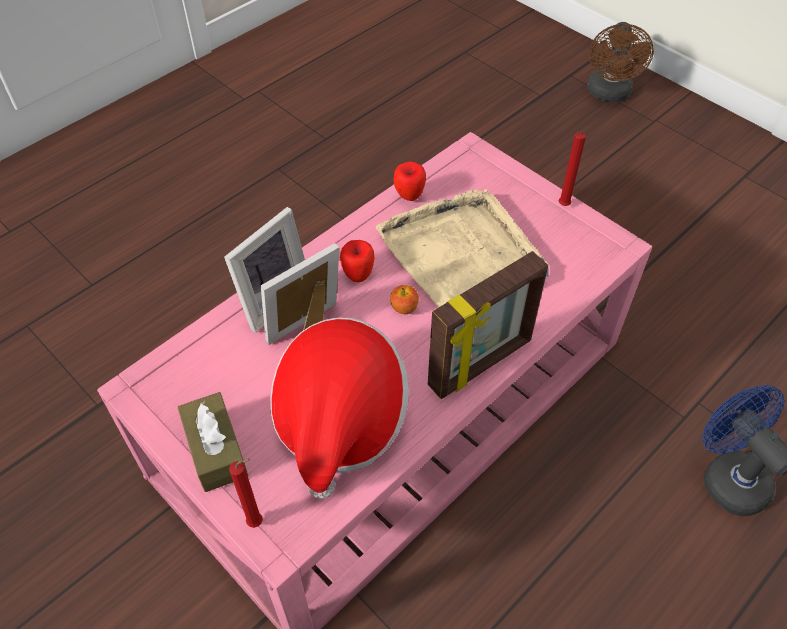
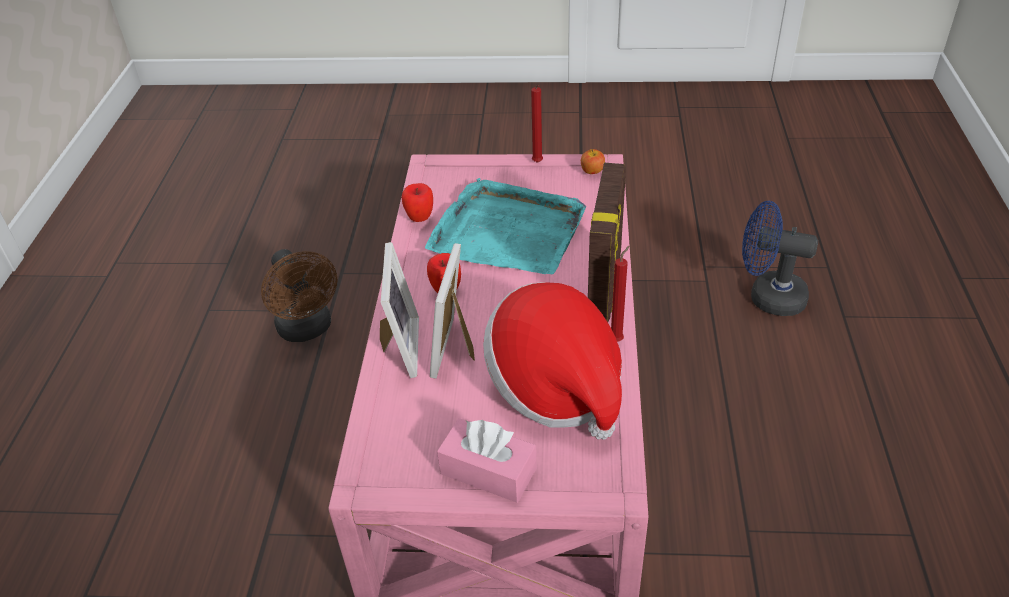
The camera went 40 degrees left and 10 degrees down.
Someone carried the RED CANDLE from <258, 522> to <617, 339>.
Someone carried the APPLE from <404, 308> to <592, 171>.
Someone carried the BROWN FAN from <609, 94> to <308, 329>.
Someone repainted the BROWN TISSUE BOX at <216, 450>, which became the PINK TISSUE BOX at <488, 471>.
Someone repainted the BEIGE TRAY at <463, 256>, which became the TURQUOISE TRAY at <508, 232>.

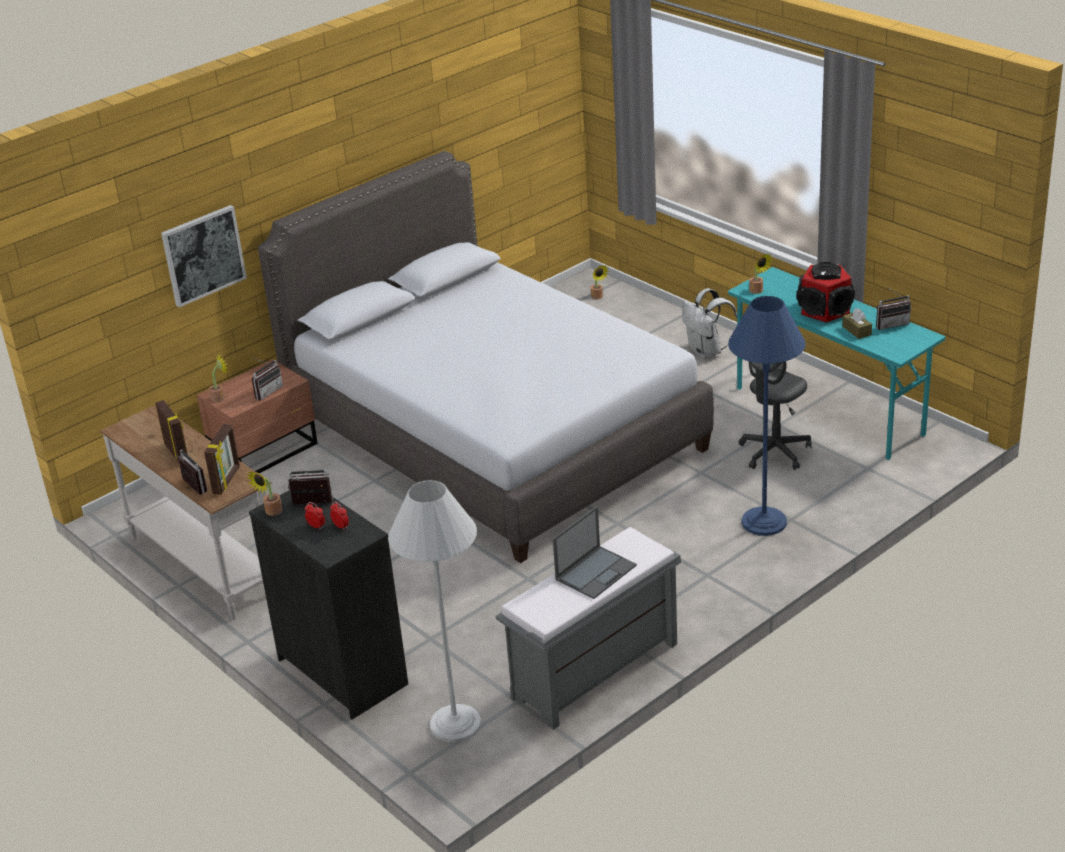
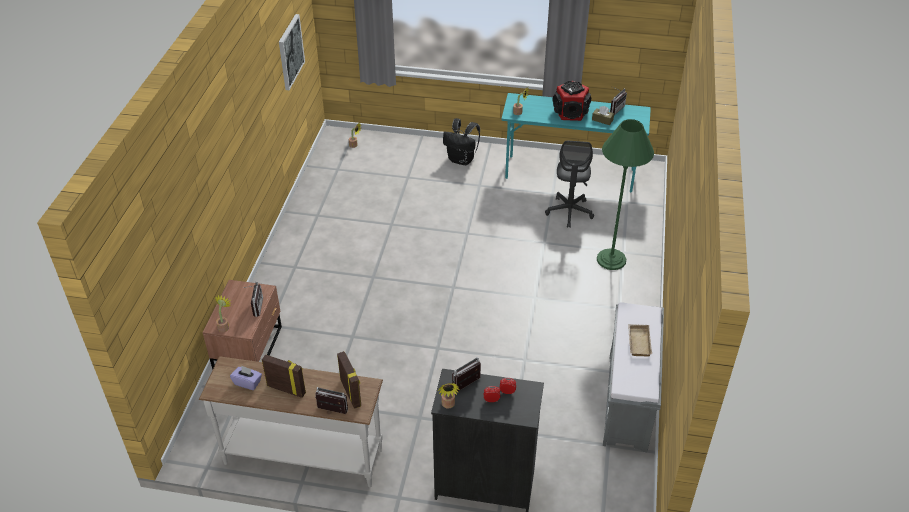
The camera went 40 degrees left and 10 degrees up.
Someone took away the GREY BED at <494, 434>.
Someone took away the WHITE FLOOR LAMP at <455, 724>.
Someone put down the PURPLE TISSUE BOX at <247, 382>.
Someone carried the PICTURE from <203, 255> to <290, 52>.
Someone swapped the LAPTOP at <596, 572> for the BEIGE TRAY at <638, 342>.
Someone repainted the WHITE BACKPACK at <707, 352>, which became the BLACK BACKPACK at <462, 160>.
Someone repainted the BLUE FLOOR LAMP at <764, 522>, which became the GREEN FLOOR LAMP at <611, 259>.

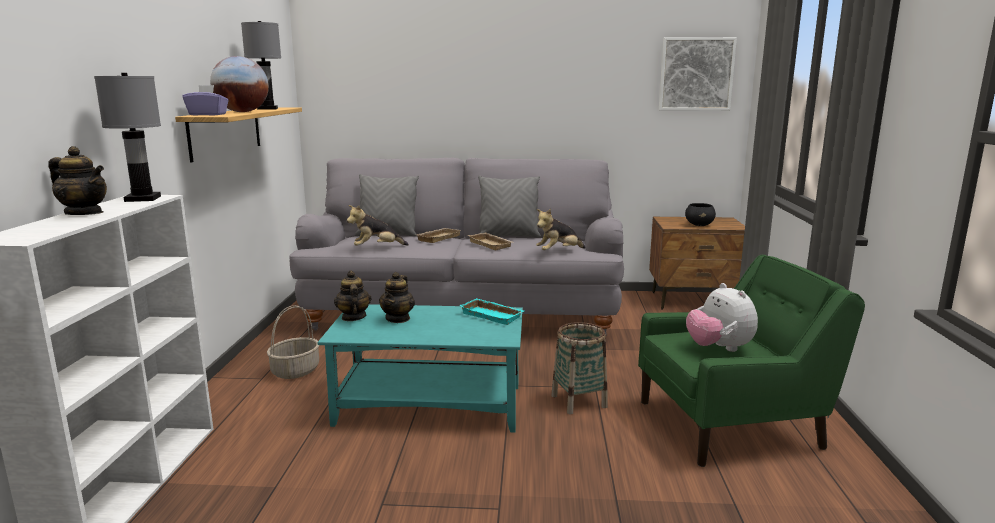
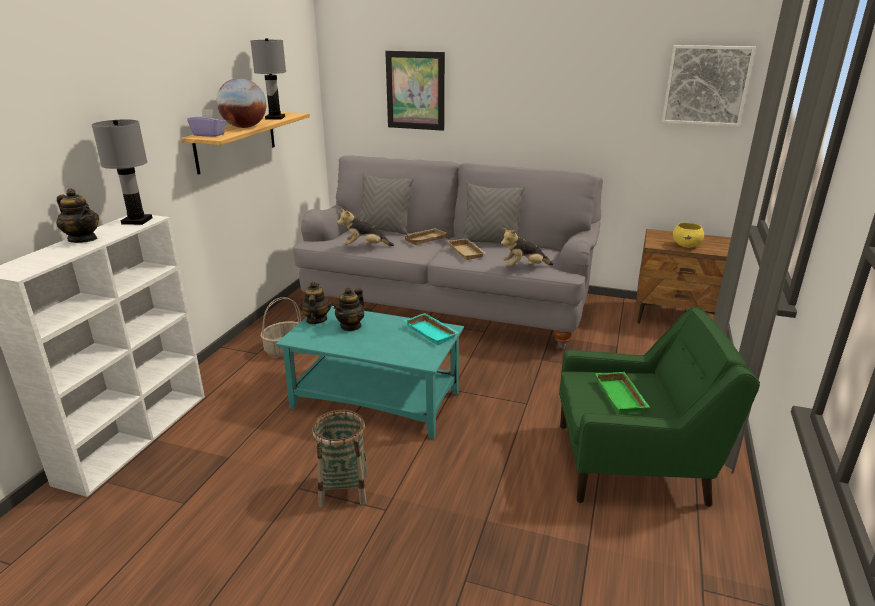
The camera went 15 degrees right and 10 degrees up.
Someone put up the PICTURE at <415, 90>.
Someone carried the BASKET from <578, 401> to <344, 490>.
Someone swapped the PLUSH TOY at <719, 348> for the GREEN TRAY at <622, 397>.
Someone repainted the BLACK BOWL at <699, 225>, which became the YELLOW BOWL at <686, 246>.

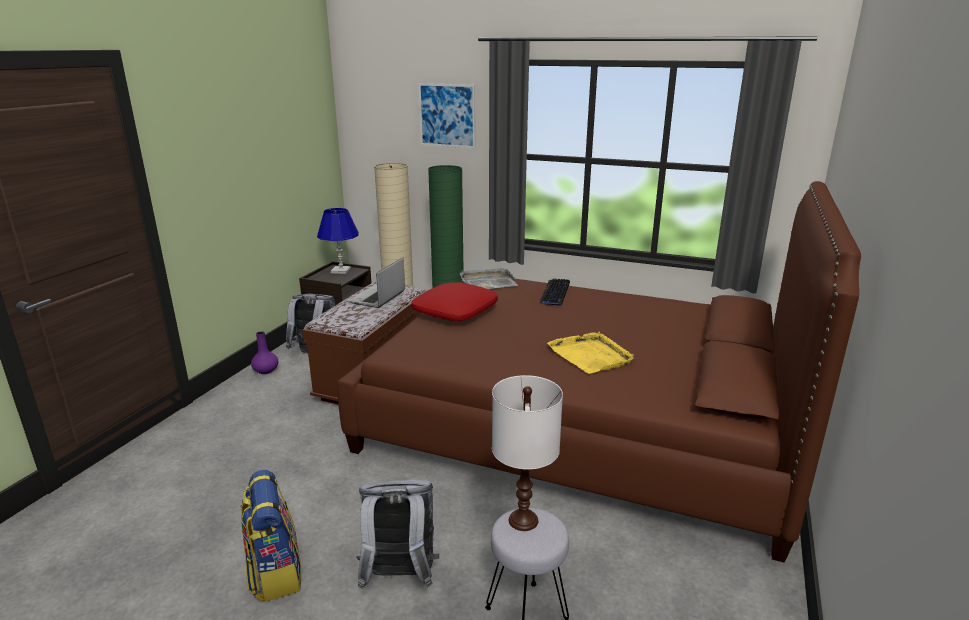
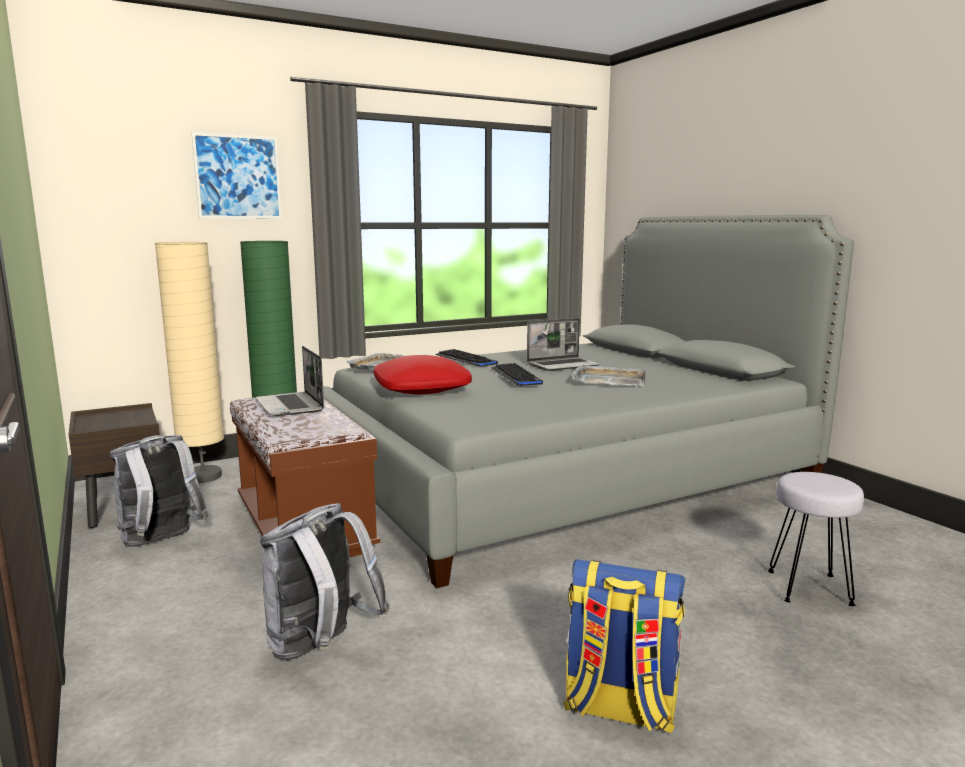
The camera went 50 degrees left and 10 degrees down.
Someone took away the PURPLE VASE at <265, 370>.
Someone took away the BLUE TABLE LAMP at <341, 270>.
Someone took away the WHITE TABLE LAMP at <523, 520>.
Someone put down the KEYBOARD at <516, 376>.
Someone put down the LAPTOP at <563, 365>.
Someone carried the GREY BACKPACK from <399, 577> to <321, 648>.
Someone repainted the BROWN BED at <581, 419>, which became the GREY BED at <560, 475>.
Someone repainted the YELLOW TRAY at <591, 355>, which became the GREY TRAY at <608, 380>.

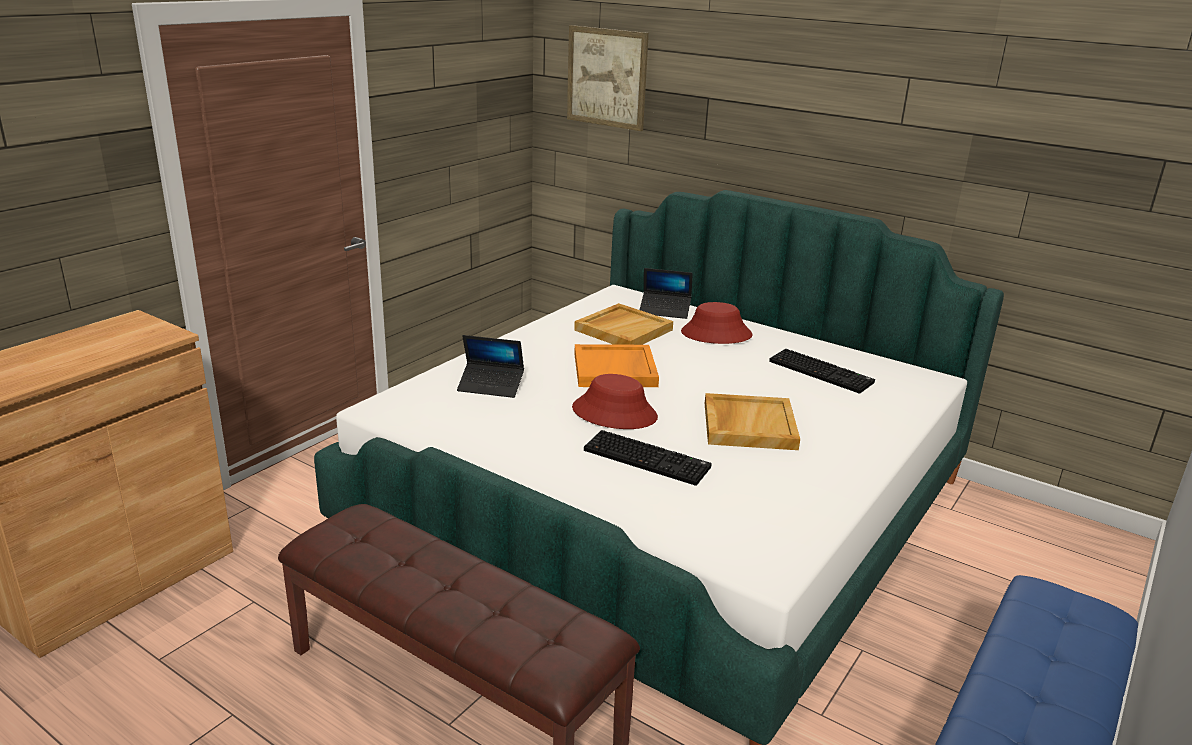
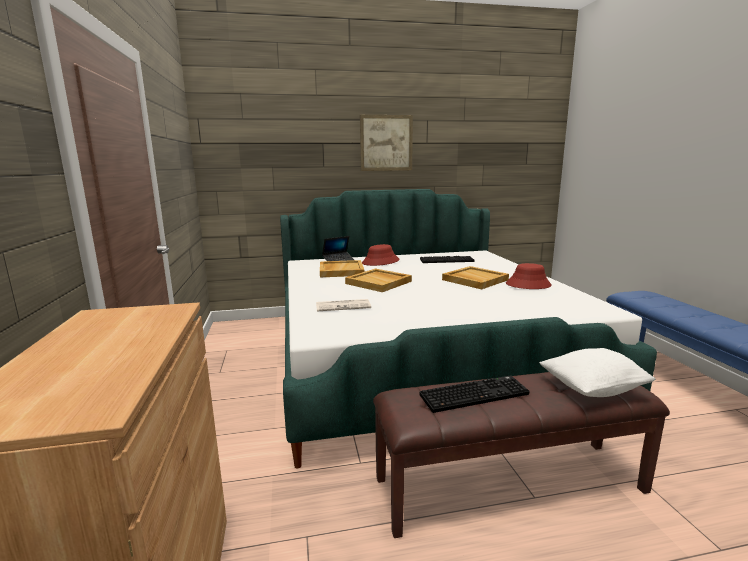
The camera went 45 degrees left and 10 degrees down.
Someone put down the WHITE PILLOW at <592, 389>.
Someone carried the PICTURE from <606, 77> to <386, 143>.
Someone carried the RED HAT from <614, 413> to <528, 285>.
Someone carried the KEYBOARD from <648, 458> to <474, 394>.
Someone swapped the LAPTOP at <491, 386> for the NEWSPAPER at <343, 306>.
Someone repainted the ORANGE TRAY at <615, 370>, which became the BEIGE TRAY at <379, 282>.

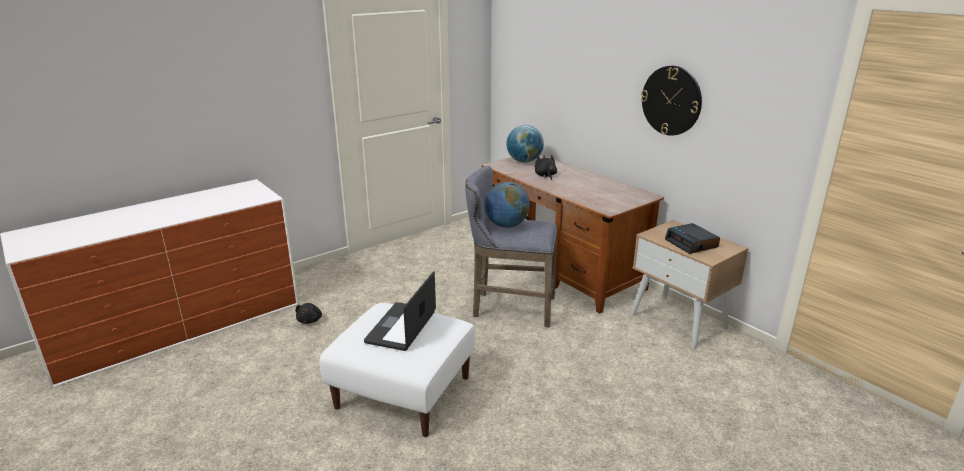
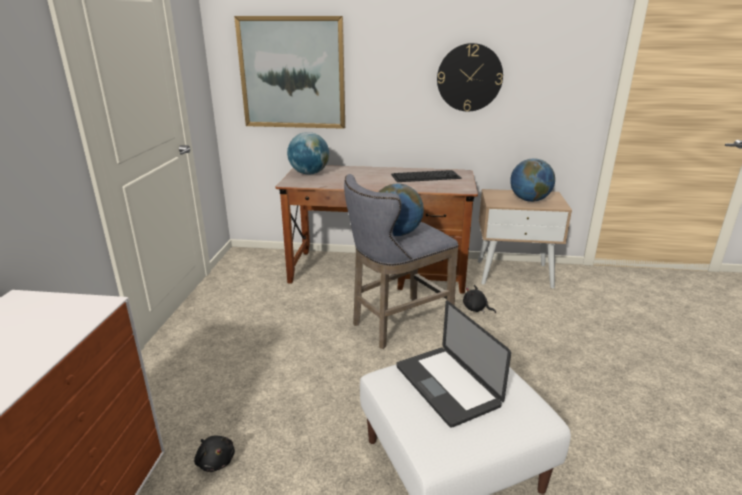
The camera went 45 degrees left and 0 degrees up.
Someone put up the PICTURE at <292, 73>.
Someone put down the KEYBOARD at <426, 176>.
Someone carried the BLACK PLUSH TOY from <545, 176> to <476, 309>.
Someone swapped the ALARM CLOCK at <692, 244> for the GLOBE at <529, 200>.

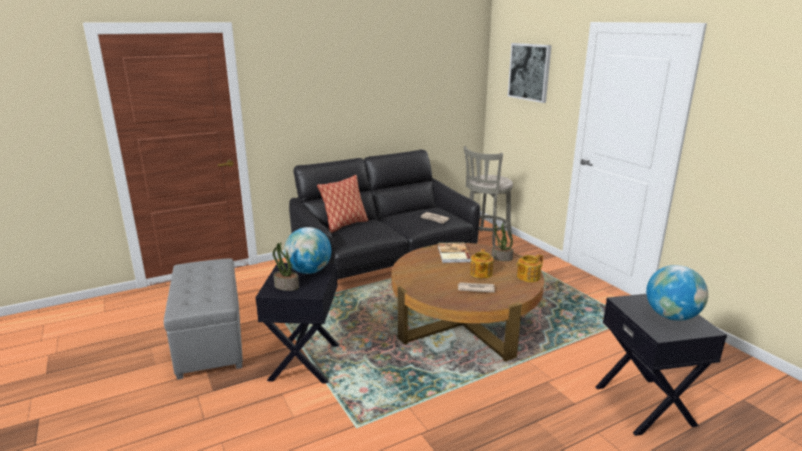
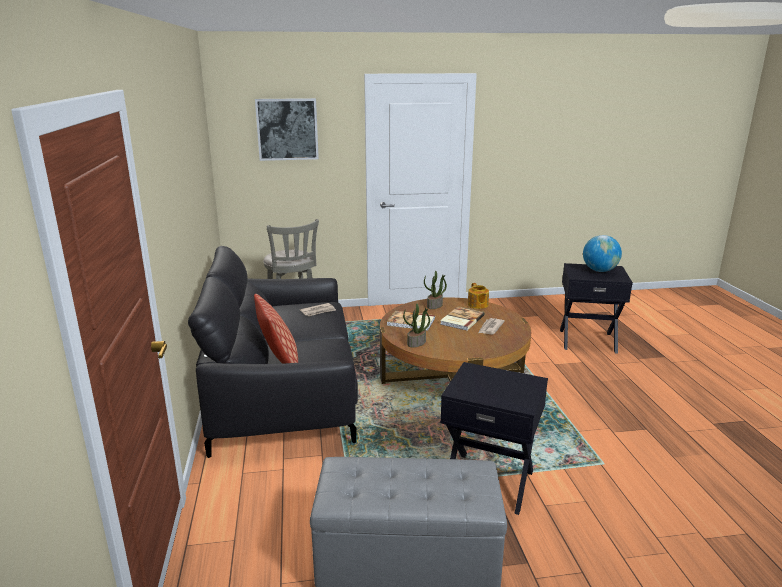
The camera went 70 degrees left and 0 degrees up.
Someone took away the GLOBE at <309, 271>.
Someone carried the POTTED PLANT from <286, 286> to <416, 343>.
Someone swapped the TEAPOT at <480, 273> for the BOOK at <461, 320>.

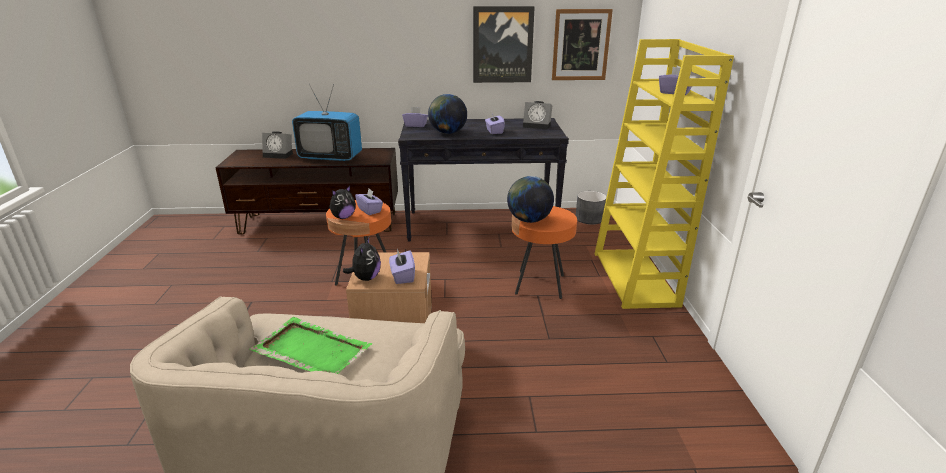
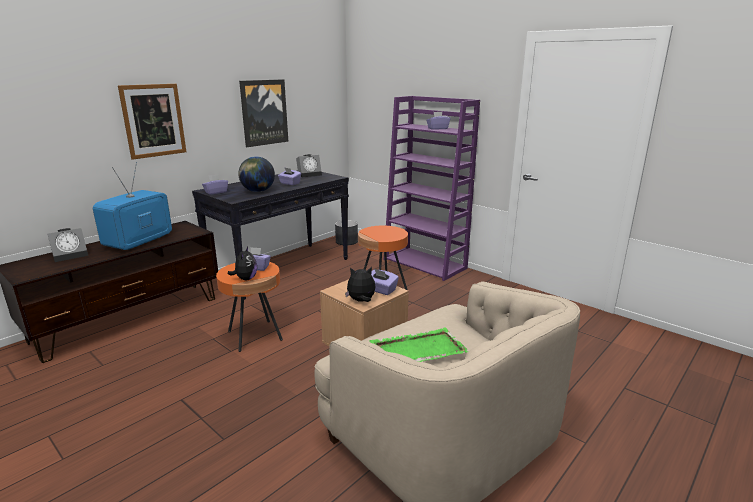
The camera went 45 degrees left and 5 degrees down.
Someone took away the GLOBE at <529, 220>.
Someone carried the PICTURE from <581, 45> to <153, 120>.
Someone repainted the YELLOW BOOKCASE at <636, 279>, which became the PURPLE BOOKCASE at <425, 264>.
Someone rotated the TELEVISION at <330, 157> by 150 degrees clockwise.
Someone rotated the PLUSH TOY at <365, 278> by 60 degrees counterclockwise.

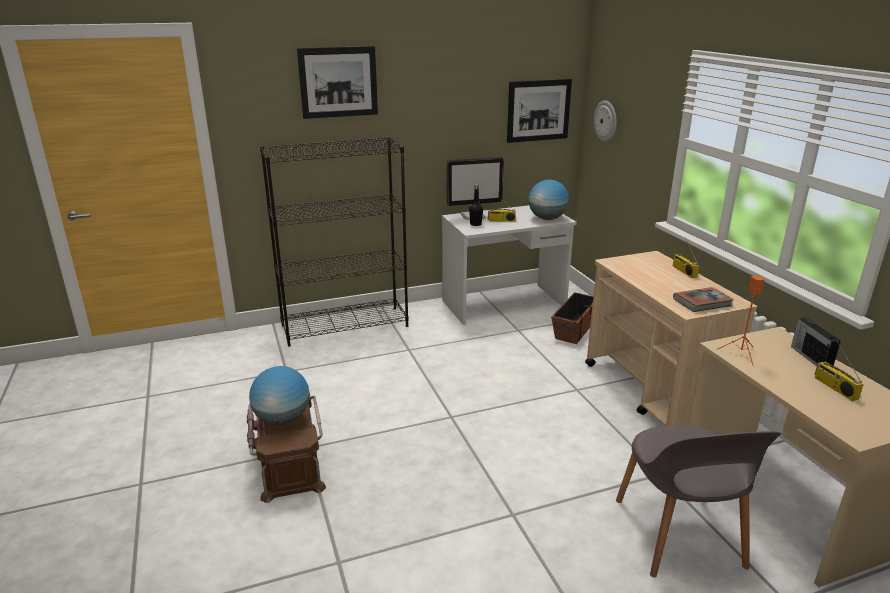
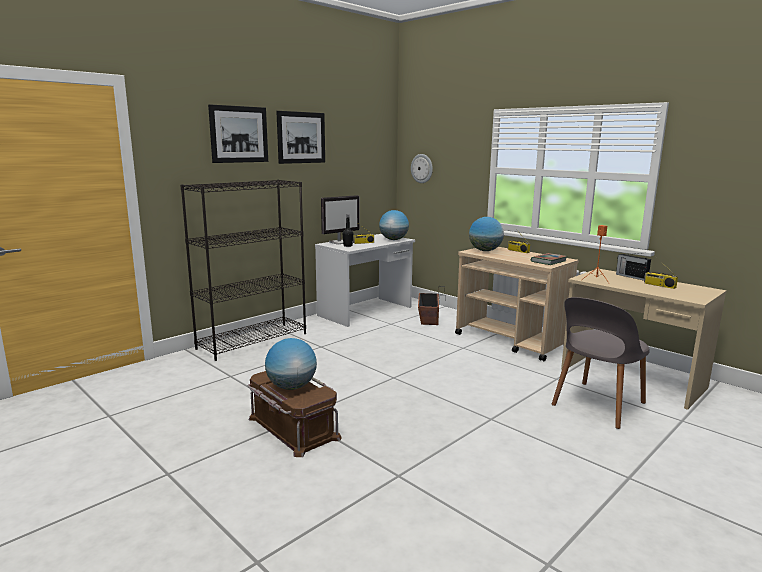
The camera went 25 degrees left and 10 degrees down.
Someone put down the GLOBE at <485, 250>.
Someone carried the PICTURE from <538, 110> to <301, 137>.
Someone rotated the GREY CHAIR at <679, 536> by 75 degrees clockwise.

